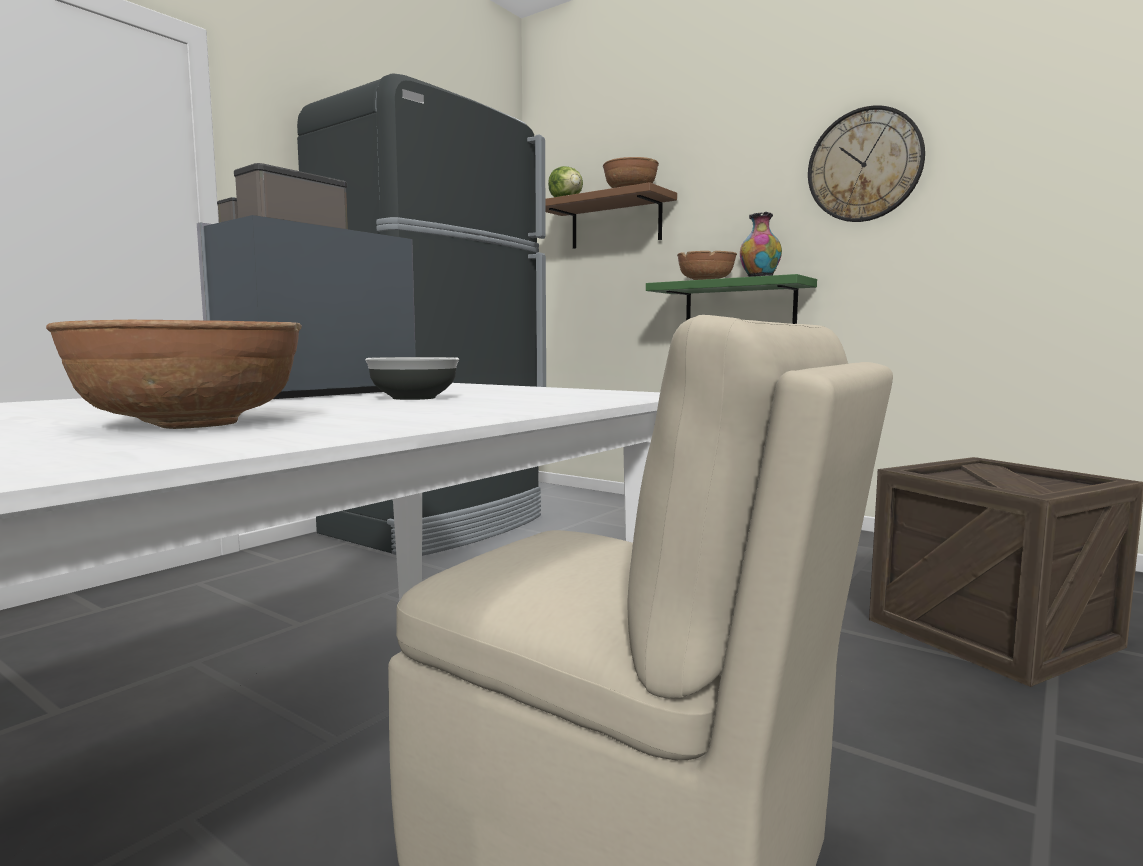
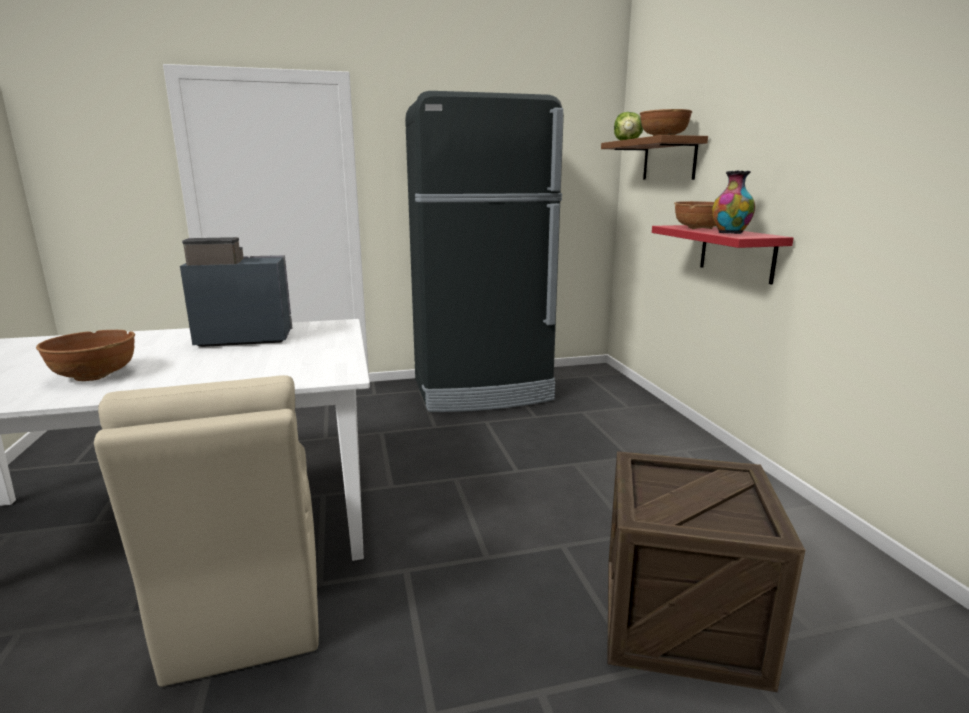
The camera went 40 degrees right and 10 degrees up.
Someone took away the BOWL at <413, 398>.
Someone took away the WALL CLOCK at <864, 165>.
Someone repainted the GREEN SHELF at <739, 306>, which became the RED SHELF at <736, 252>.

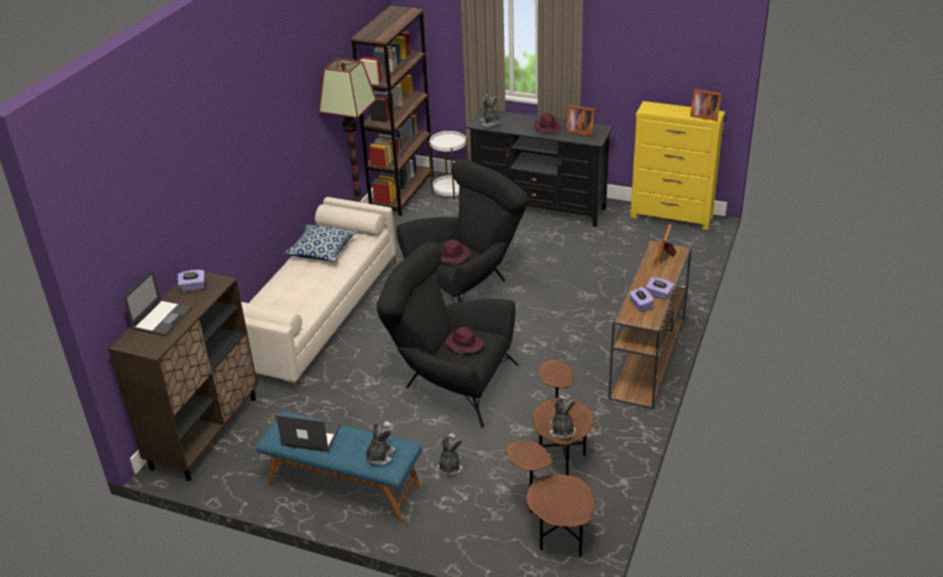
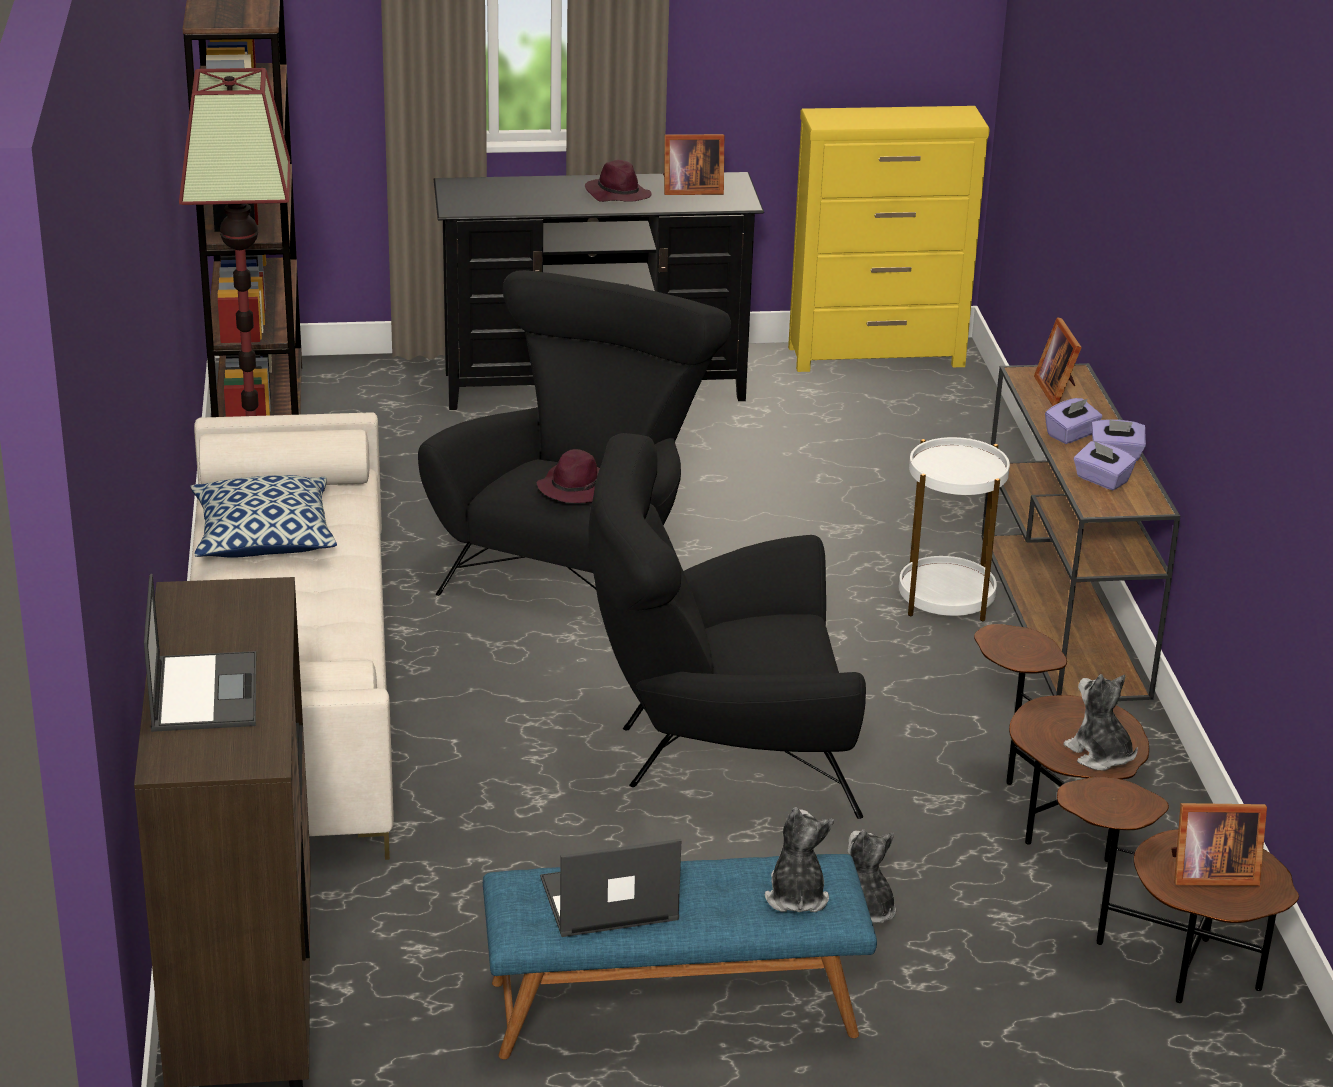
The camera went 30 degrees left and 5 degrees down.
Someone took away the PURPLE HAT at <463, 344>.
Someone took away the PLUSH TOY at <490, 123>.
Someone carried the PURPLE TISSUE BOX from <193, 287> to <1071, 435>.
Someone carried the WHITE SIDE TABLE from <450, 190> to <946, 599>.
Someone carried the PICTURE FRAME from <704, 116> to <1209, 873>.

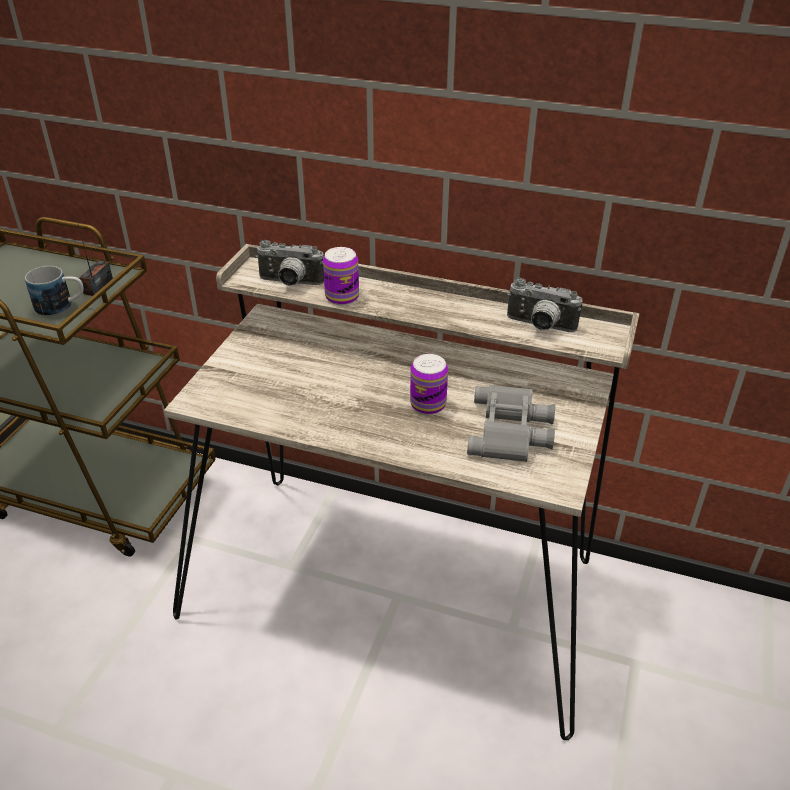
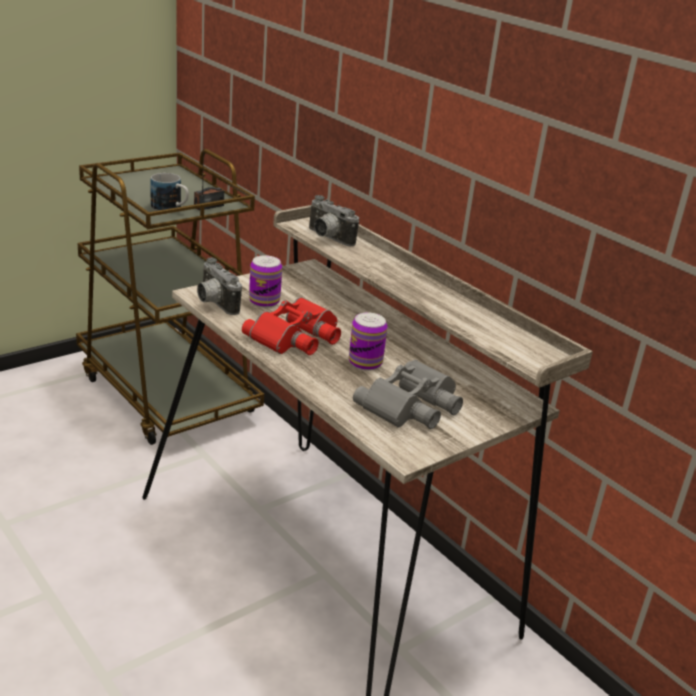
The camera went 30 degrees right and 10 degrees down.
Someone put down the RED BINOCULARS at <297, 337>.
Someone carried the CAN from <342, 297> to <264, 301>.
Someone carried the PHOTO CAMERA from <539, 327> to <213, 303>.

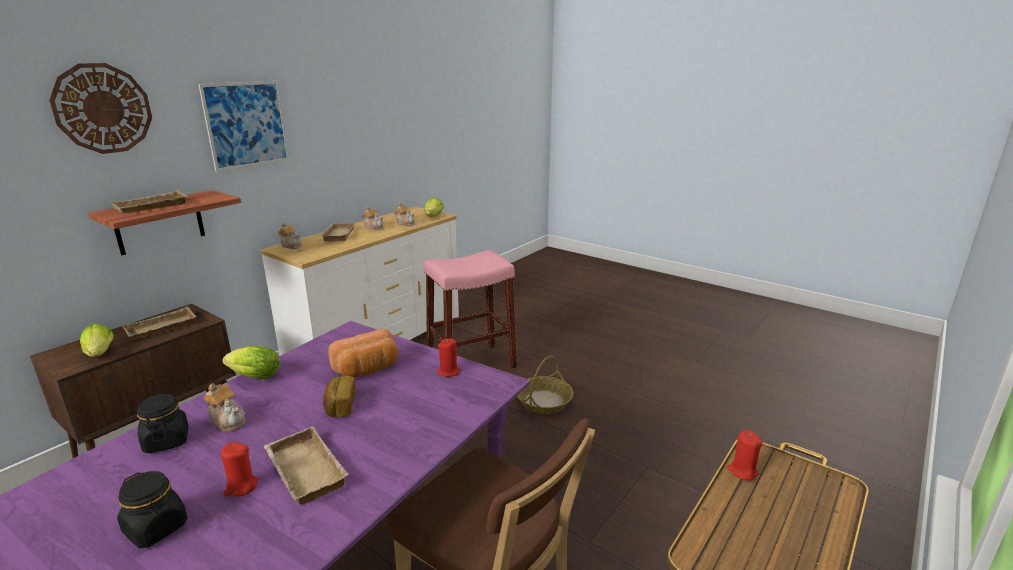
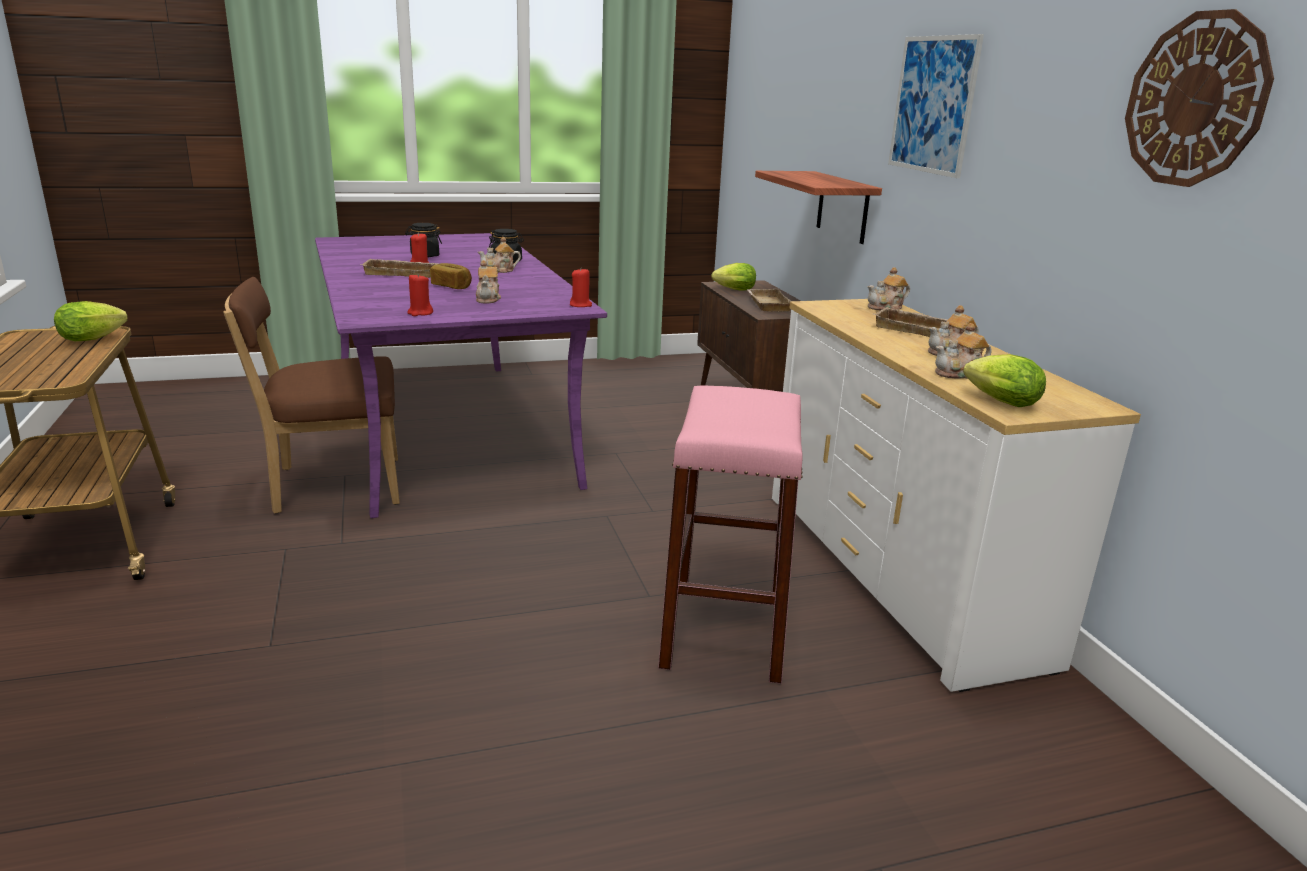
The camera went 125 degrees right and 0 degrees up.
Someone took away the BEIGE TRAY at <151, 207>.
Someone took away the BASKET at <544, 401>.
Someone carried the WALL CLOCK from <103, 109> to <1195, 100>.
Someone carried the LETTUCE from <252, 377> to <96, 338>.
Someone carried the RED CANDLE from <742, 471> to <580, 305>.
Someone swapped the BREAD at <367, 369> for the TEAPOT at <488, 299>.

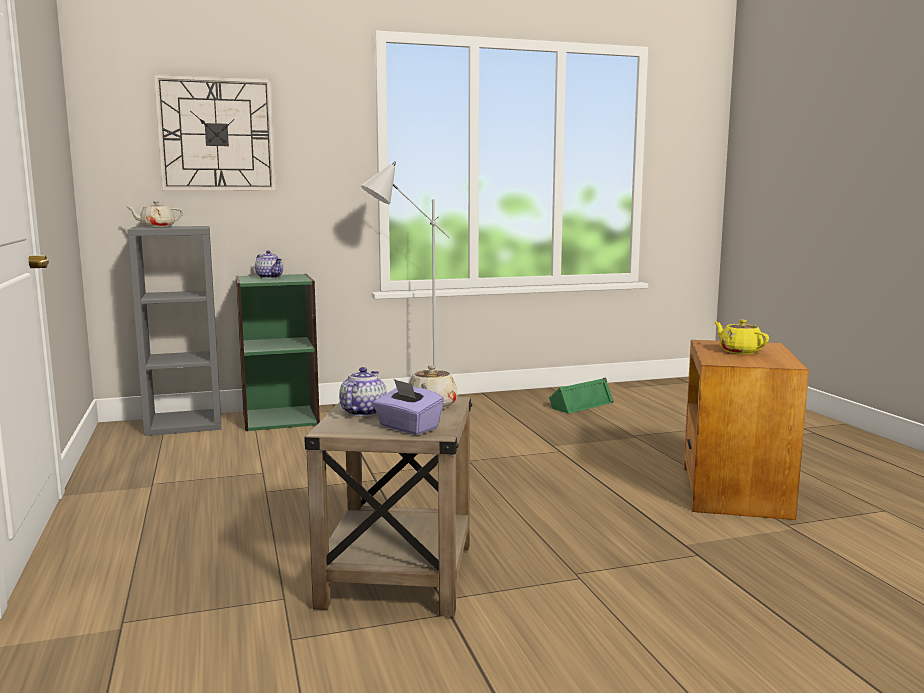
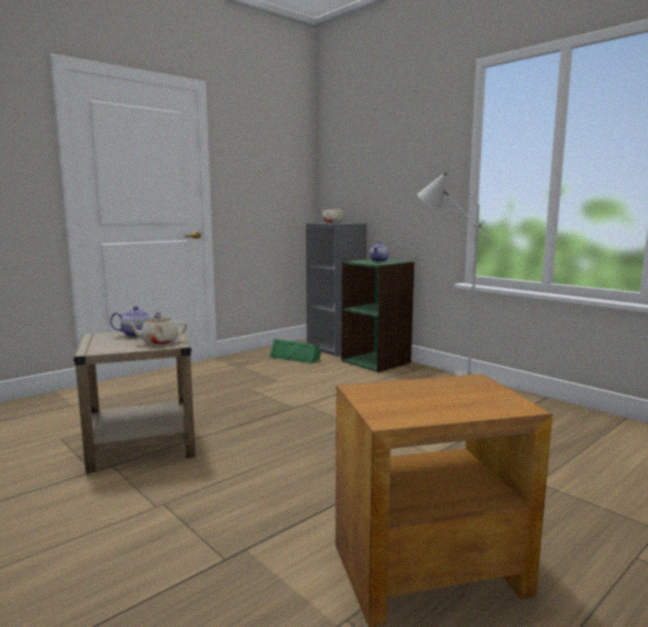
The camera went 65 degrees right and 0 degrees up.
Someone took away the WALL CLOCK at <216, 134>.
Someone took away the PURPLE TISSUE BOX at <408, 428>.
Someone took away the YELLOW TEAPOT at <739, 351>.
Someone carried the GREEN SPEAKER from <580, 405> to <295, 357>.

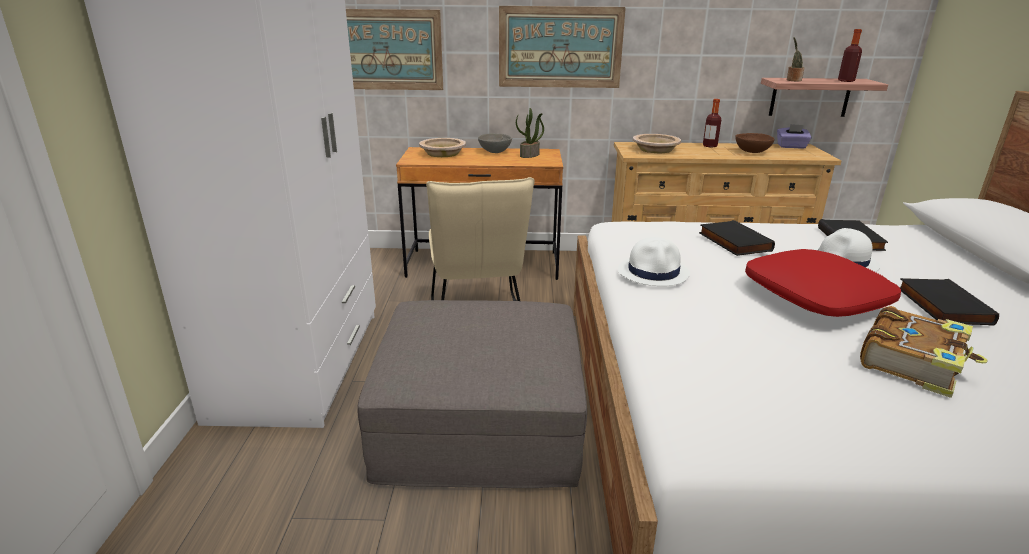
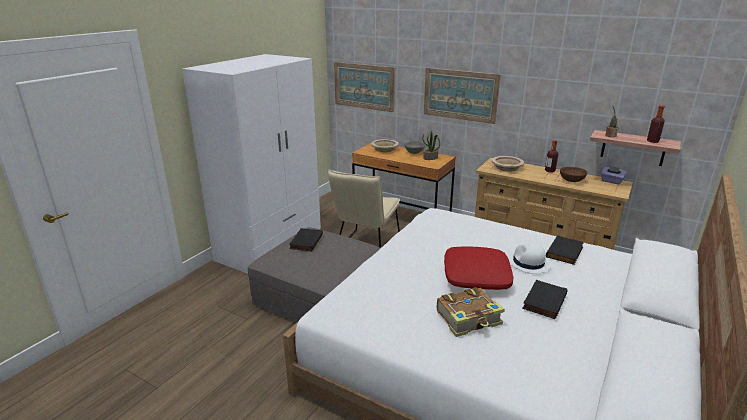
The camera went 30 degrees right and 0 degrees up.
Someone took away the WHITE HAT at <654, 272>.
Someone carried the BLACK BOOK from <733, 242> to <305, 241>.

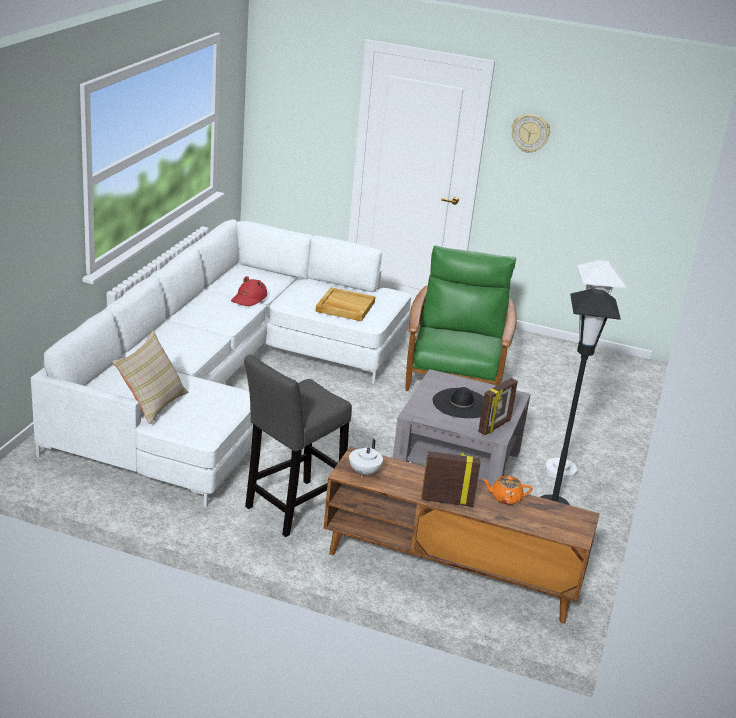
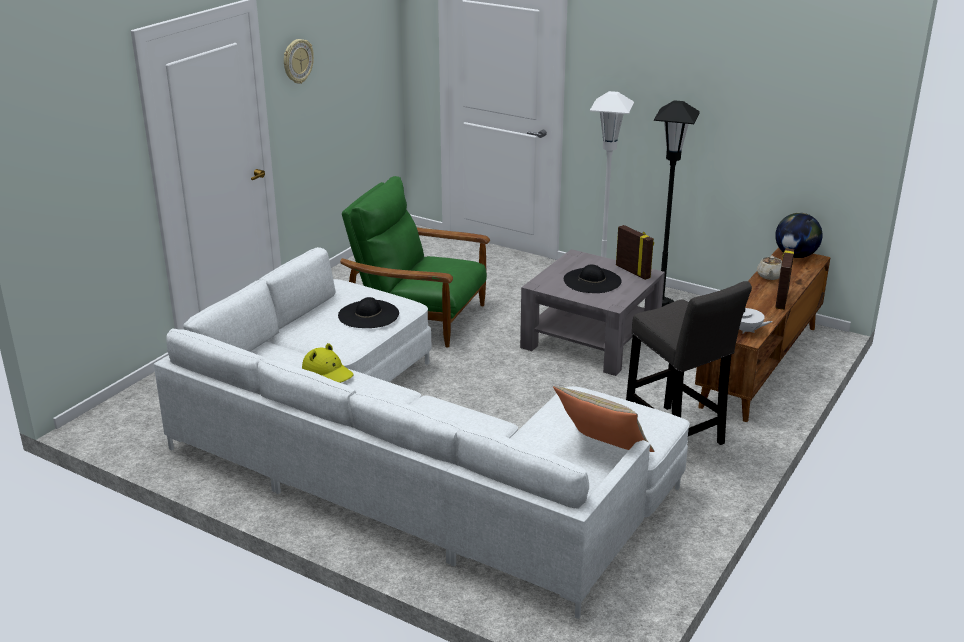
The camera went 75 degrees left and 0 degrees up.
Someone put down the GLOBE at <795, 256>.
Someone swapped the BEIGE TRAY at <344, 307> for the BLACK HAT at <368, 314>.
Someone repainted the RED HAT at <249, 298>, which became the YELLOW HAT at <328, 372>.
Someone repainted the ORANGE TEAPOT at <505, 498>, which became the BEIGE TEAPOT at <769, 276>.

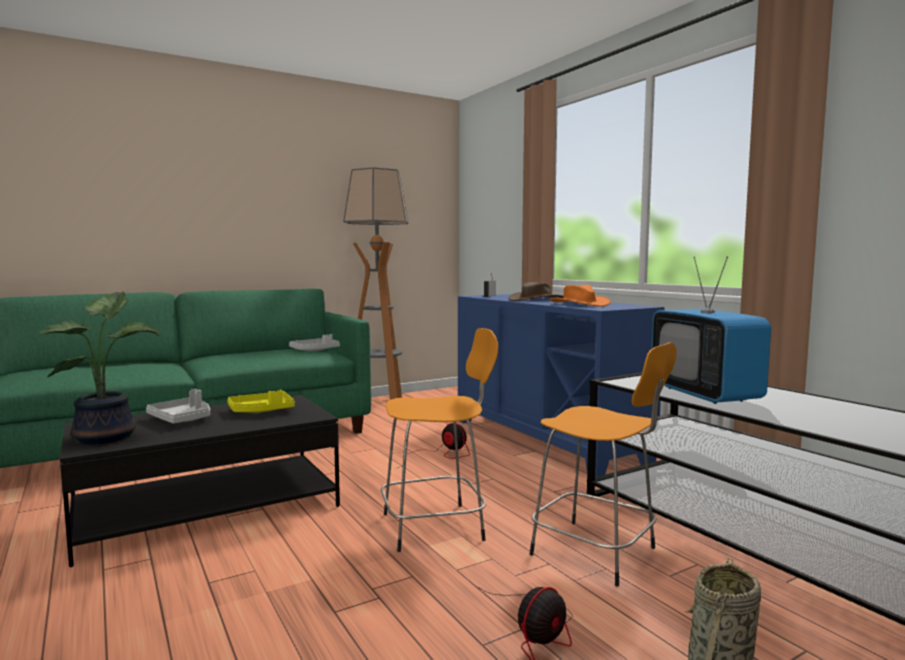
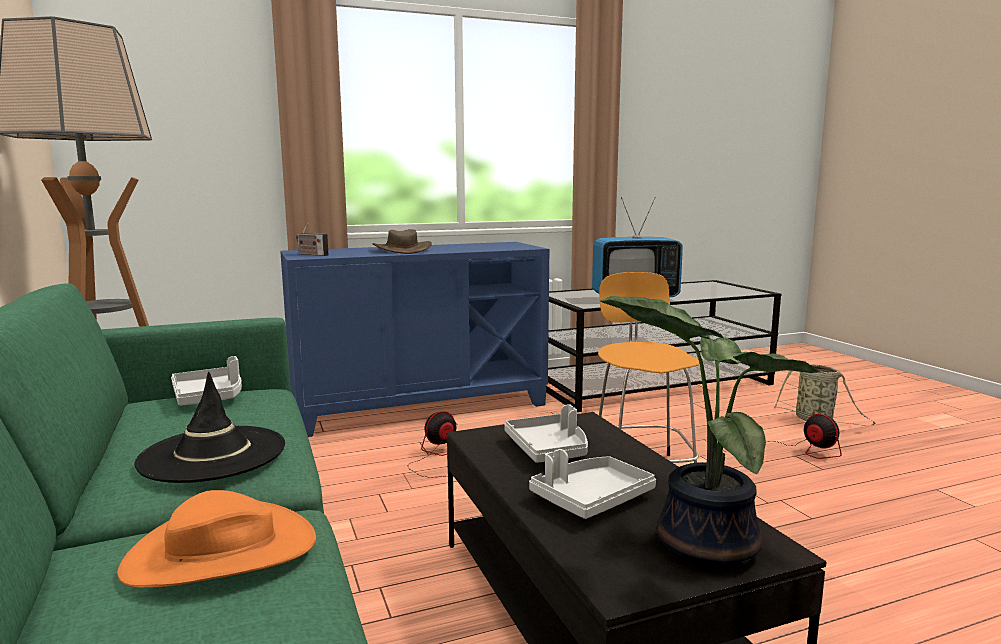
The camera went 80 degrees left and 5 degrees up.
Someone took away the ORANGE STOOL at <597, 553>.
Someone put down the BLACK HAT at <212, 454>.
Someone carried the ORANGE HAT from <579, 304> to <221, 553>.
Someone repainted the YELLOW TRAY at <261, 411>, which became the GREY TRAY at <549, 449>.

